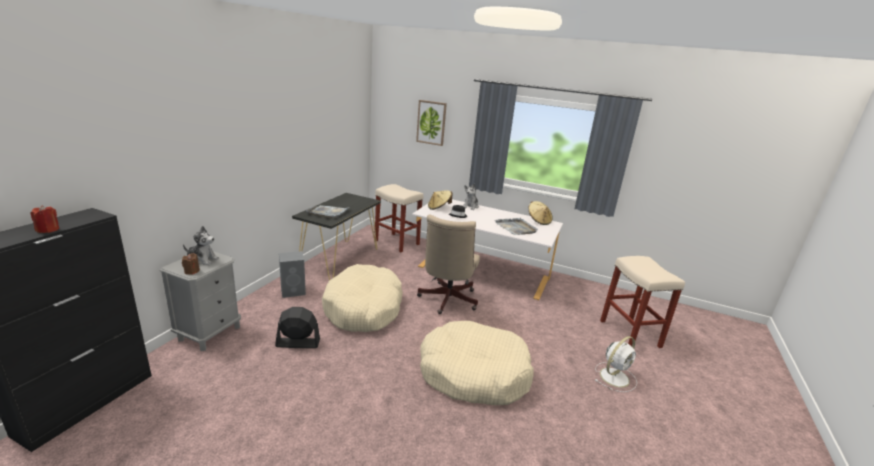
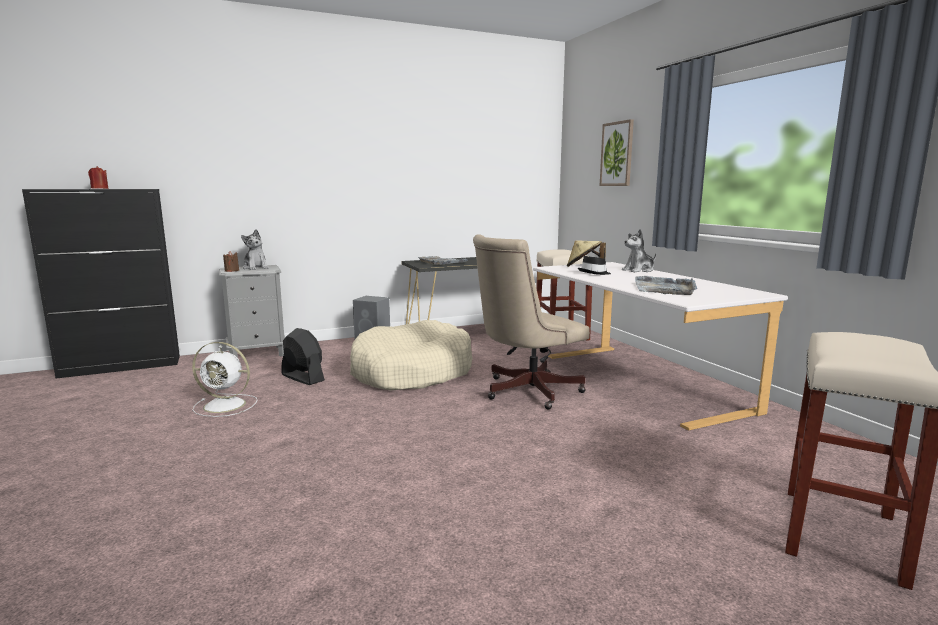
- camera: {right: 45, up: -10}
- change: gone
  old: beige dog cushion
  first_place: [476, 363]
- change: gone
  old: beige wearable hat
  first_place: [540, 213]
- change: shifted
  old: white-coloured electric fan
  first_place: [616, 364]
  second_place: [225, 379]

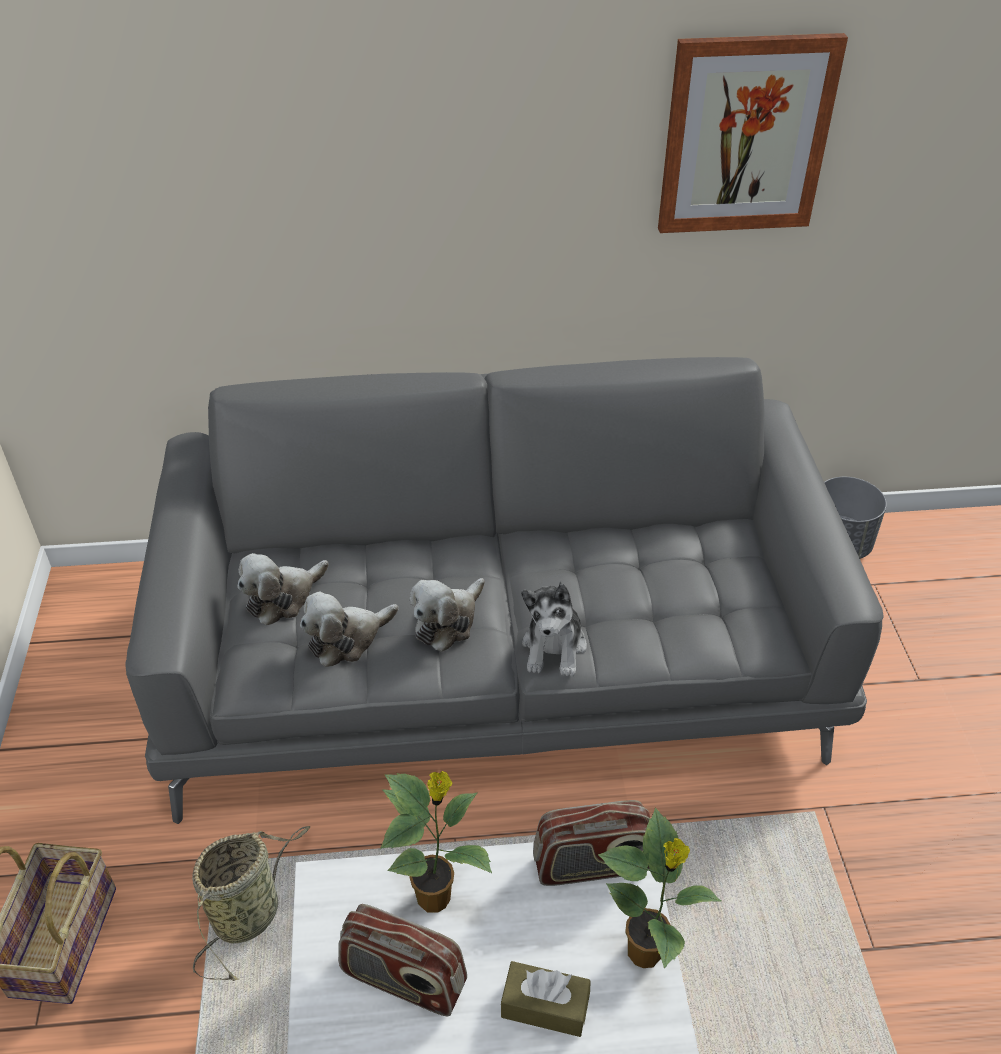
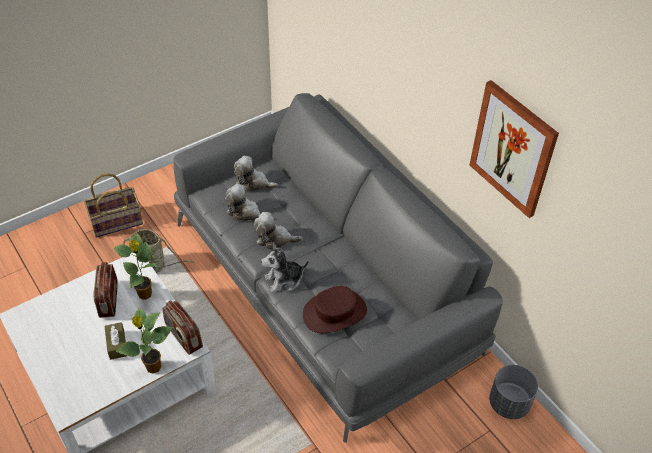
- camera: {right: 60, up: 5}
- change: new
  new: brownish wearable hat
  second_place: [335, 309]

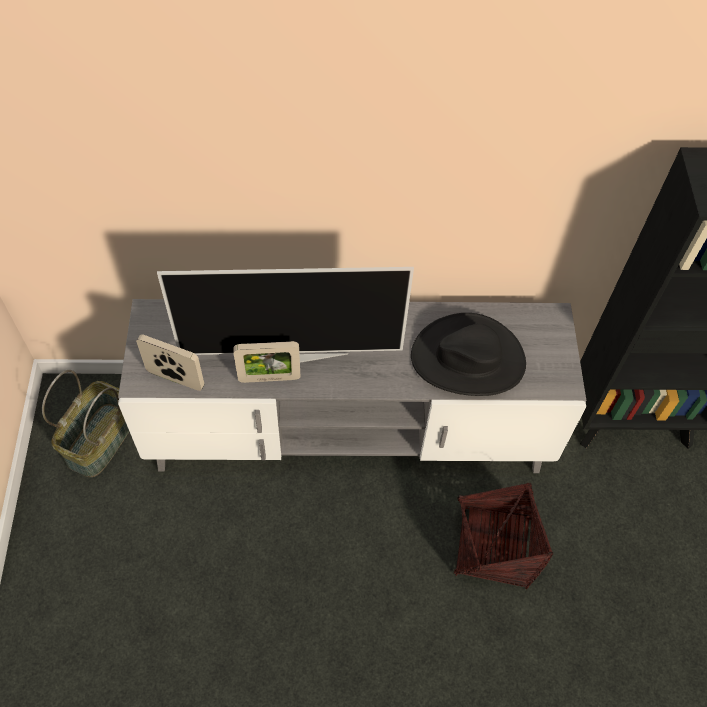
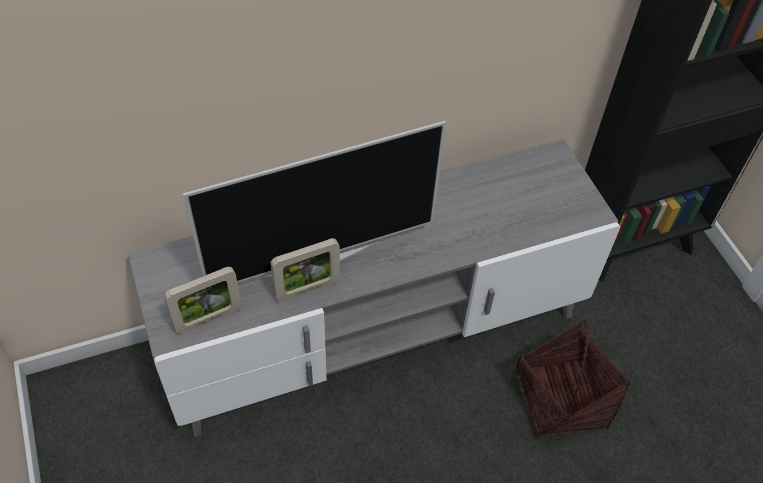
- camera: {right: -20, up: -5}
- change: gone
  old: basket
  first_place: [85, 423]
- change: rotated
  old: standing frame
  first_place: [170, 362]
  second_place: [203, 300]
  degrees: 150
- change: gone
  old: black-coloured wearable hat
  first_place: [468, 354]

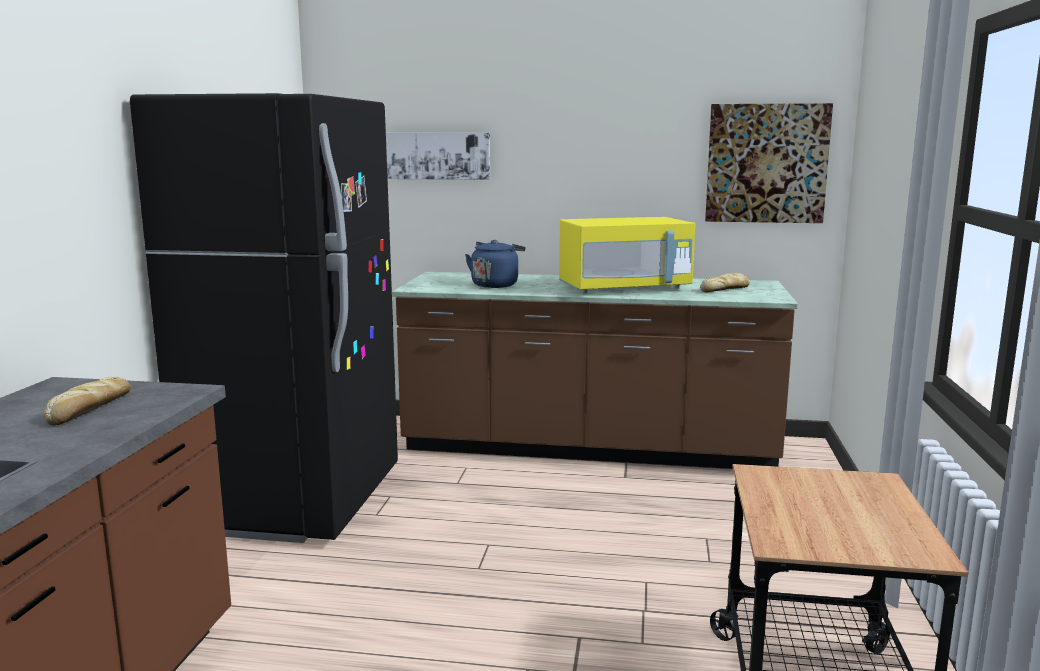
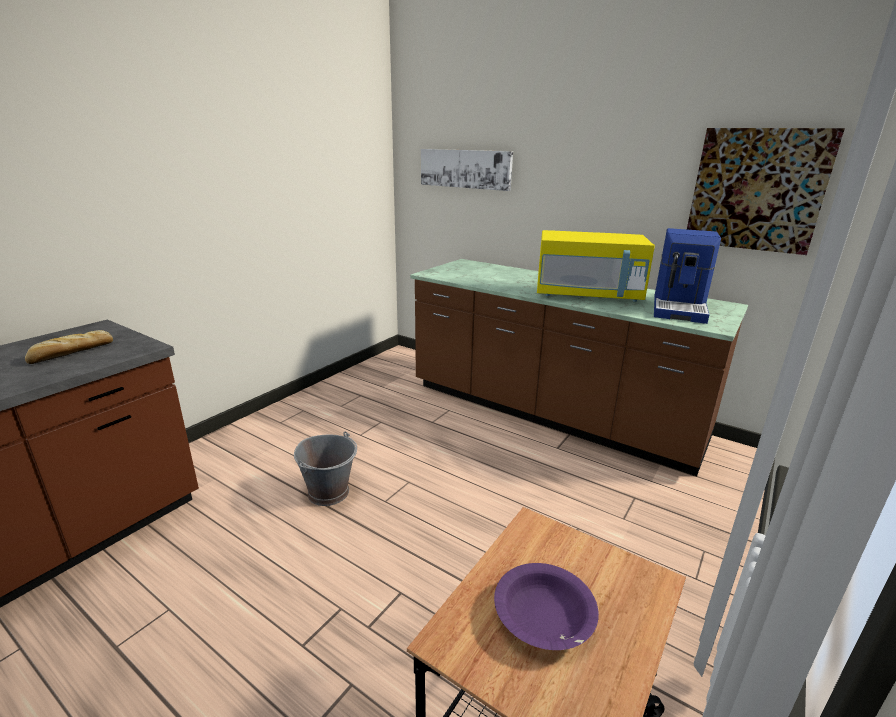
- camera: {right: 25, up: 10}
- change: gone
  old: black-coloured kitchen fridge
  first_place: [264, 318]
- change: gone
  old: bluish kettle
  first_place: [495, 264]
- change: swapped
  old: baked bread
  new: coffee maker
  first_place: [725, 282]
  second_place: [687, 276]
- change: new
  new: greyish pail
  second_place: [325, 468]
- change: new
  new: purple-coloured serving bowl
  second_place: [546, 606]

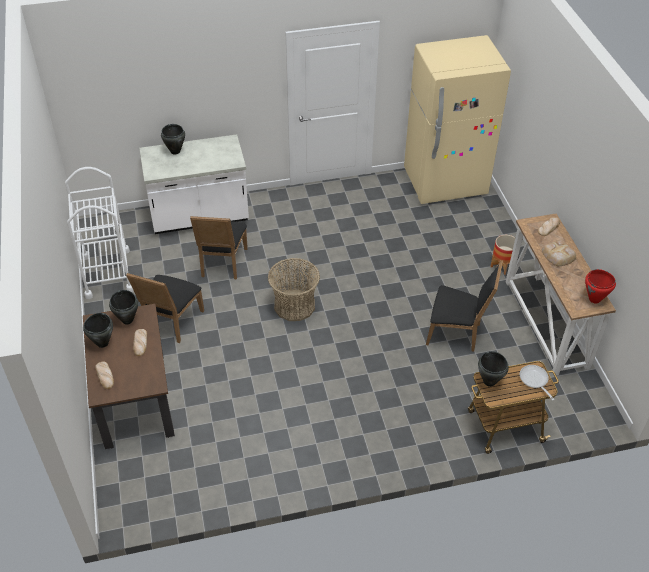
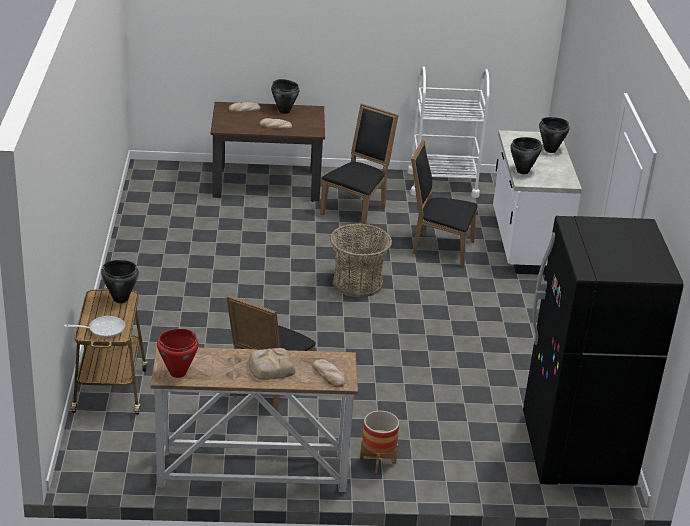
- camera: {right: 100, up: -15}
- change: shifted
  old: black-coloured stockpot
  first_place: [123, 307]
  second_place: [526, 155]
- change: rotated
  old: black-coloured chair
  first_place: [165, 308]
  second_place: [359, 166]
  degrees: 90
- change: repainted
  old: beige kitchen fridge
  new: black-coloured kitchen fridge
  first_place: [457, 119]
  second_place: [603, 352]

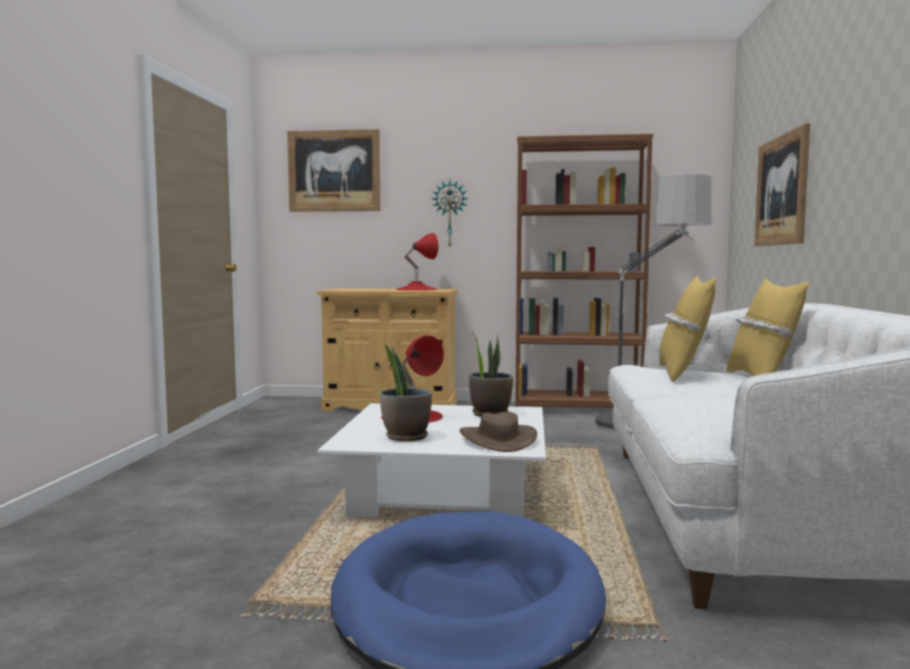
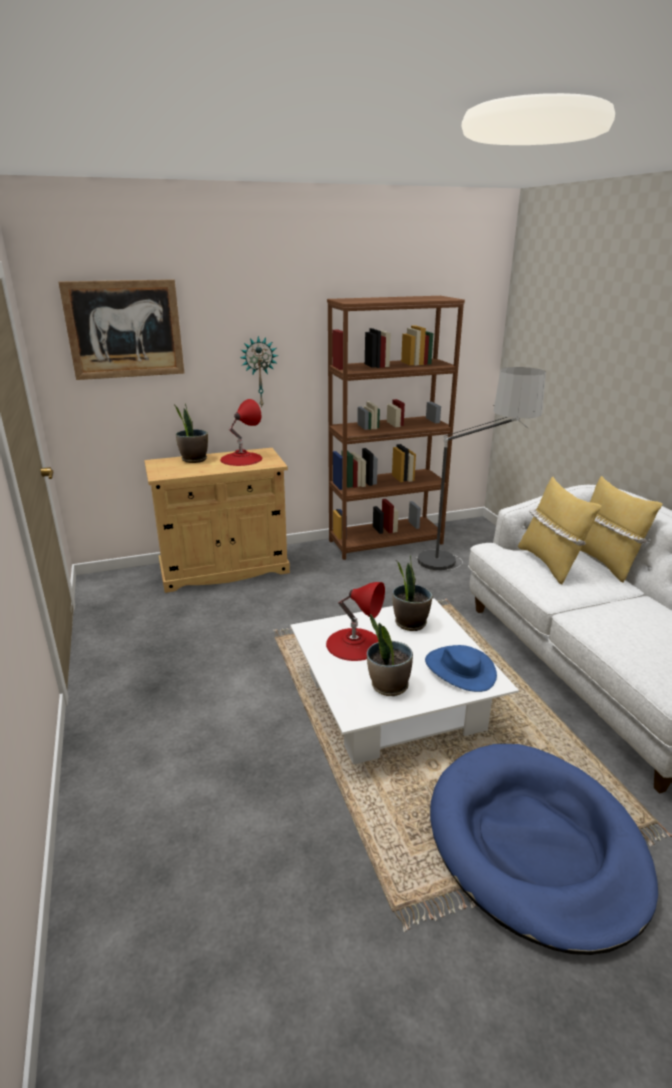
- camera: {right: -25, up: 20}
- change: repainted
  old: brownish wearable hat
  new: bluish wearable hat
  first_place: [498, 432]
  second_place: [461, 668]
- change: gone
  old: wall picture
  first_place: [782, 184]
- change: new
  new: houseplant
  second_place: [191, 433]

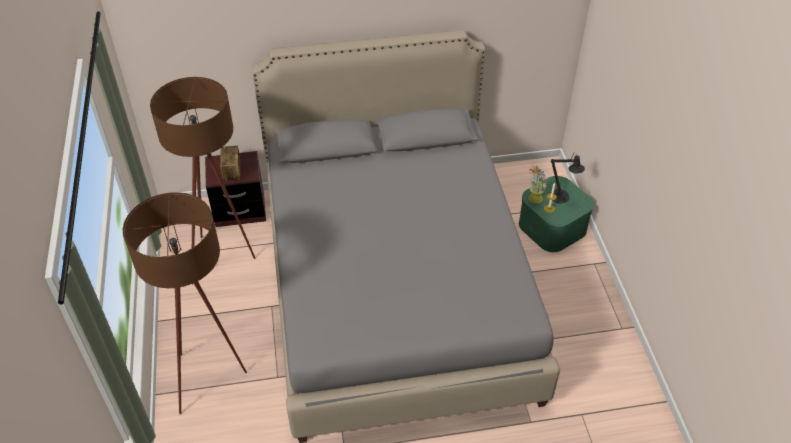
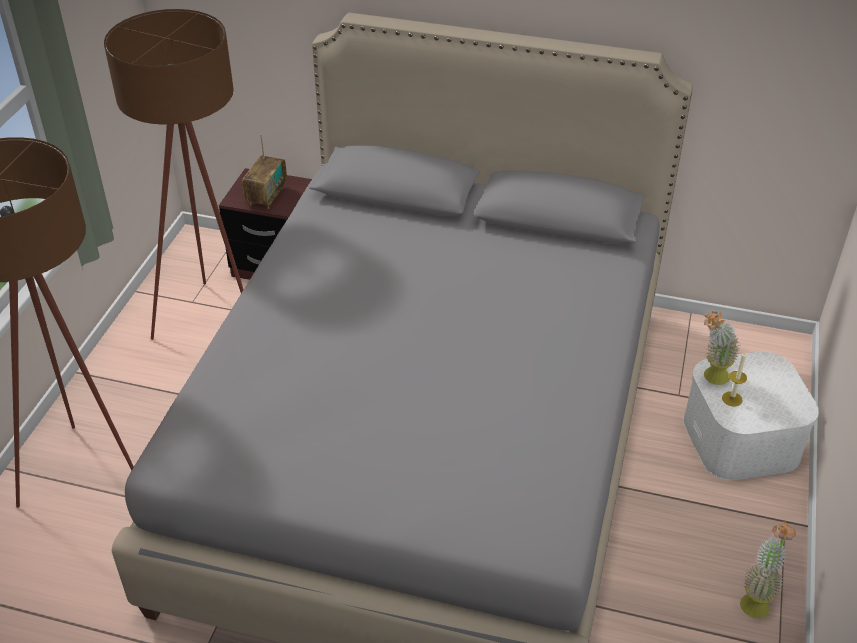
- camera: {right: 25, up: -5}
- change: repainted
  old: green-coloured storage bin
  new: white-coloured storage bin
  first_place: [556, 214]
  second_place: [751, 415]
- change: gone
  old: black-coloured table lamp
  first_place: [567, 178]
- change: new
  new: houseplant
  second_place: [768, 569]

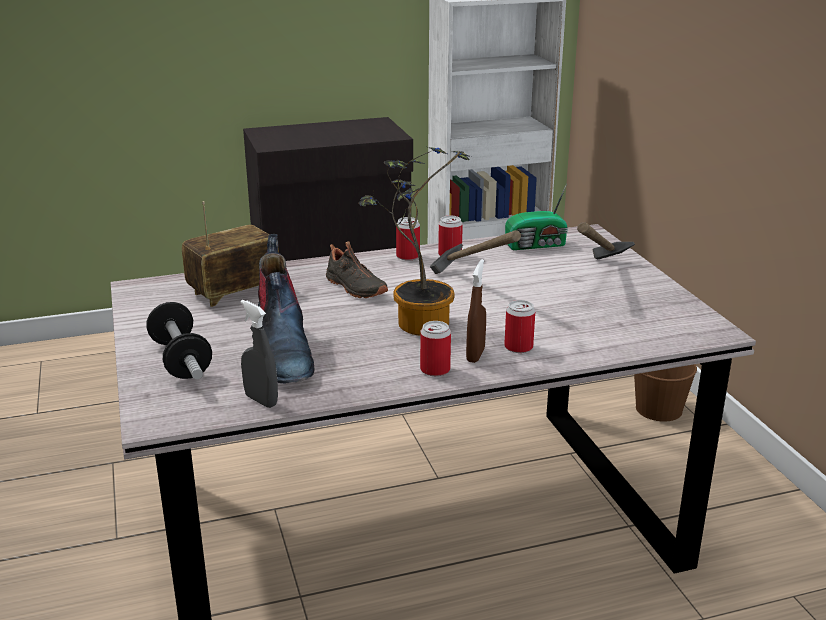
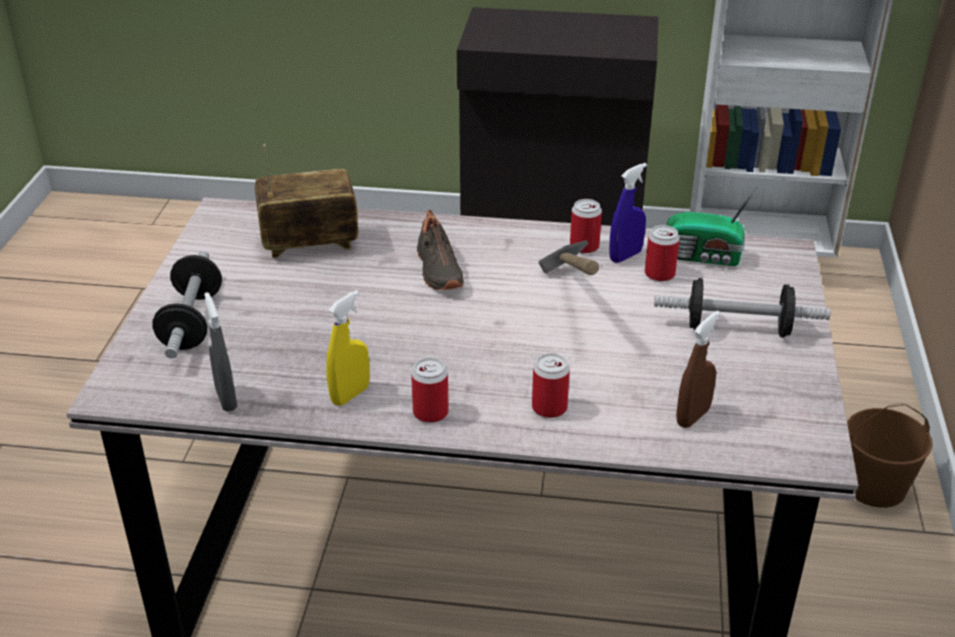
- camera: {right: 25, up: 10}
- change: gone
  old: high-top boot
  first_place: [286, 309]
- change: gone
  old: houseplant
  first_place: [414, 241]
- change: shifted
  old: metal can
  first_place: [408, 239]
  second_place: [662, 253]
- change: shifted
  old: brownish spray bottle
  first_place: [476, 311]
  second_place: [698, 369]
- change: swapped
  old: tool hammer
  new: hand weight
  first_place: [606, 240]
  second_place: [742, 308]
- change: new
  new: yellowish spray bottle
  second_place: [348, 348]
- change: new
  new: bluish spray bottle
  second_place: [628, 213]

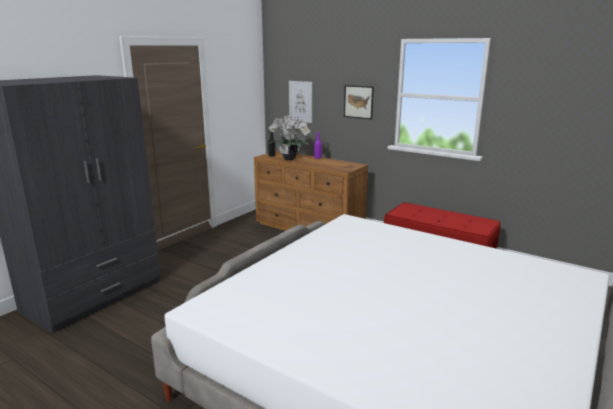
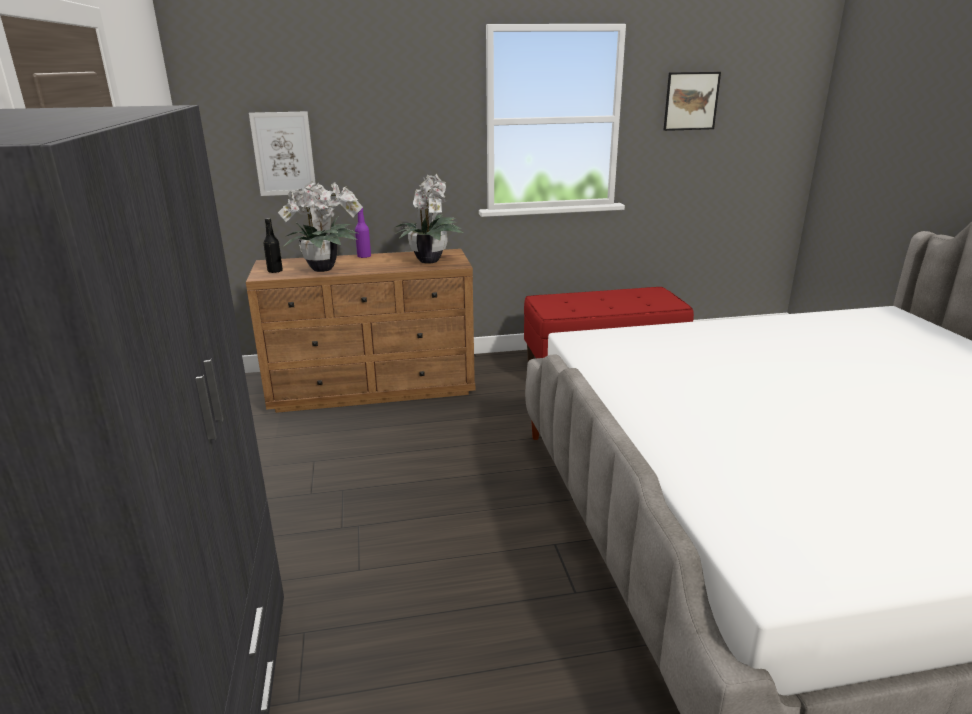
- camera: {right: -45, up: 5}
- change: shifted
  old: wall picture
  first_place: [359, 102]
  second_place: [692, 101]
- change: new
  new: houseplant
  second_place: [429, 219]

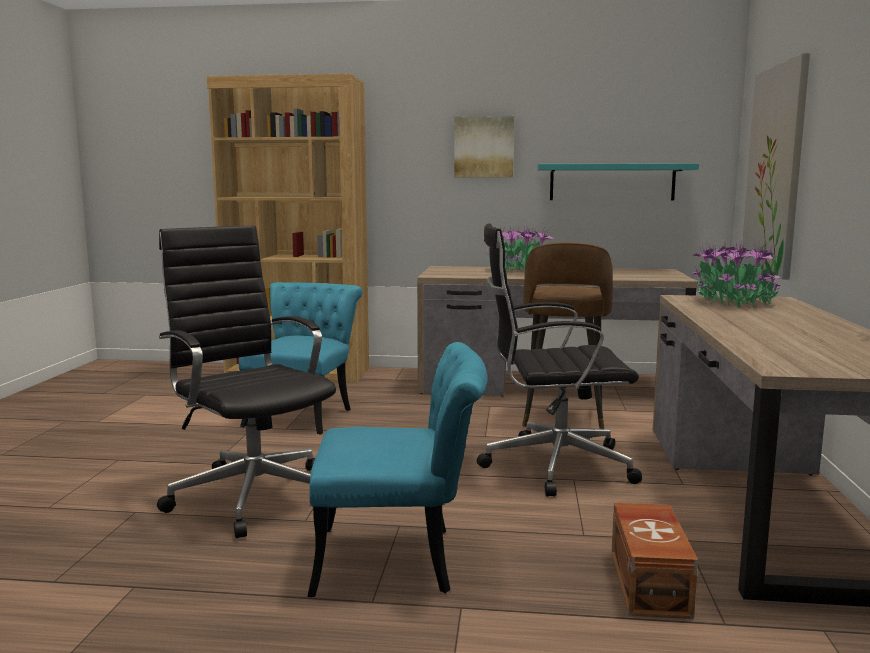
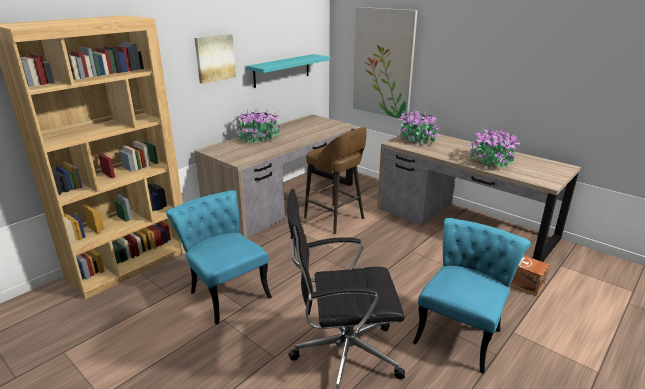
- camera: {right: -55, up: 15}
- change: gone
  old: black-coloured desk chair
  first_place: [559, 360]
- change: new
  new: houseplant
  second_place: [494, 147]

